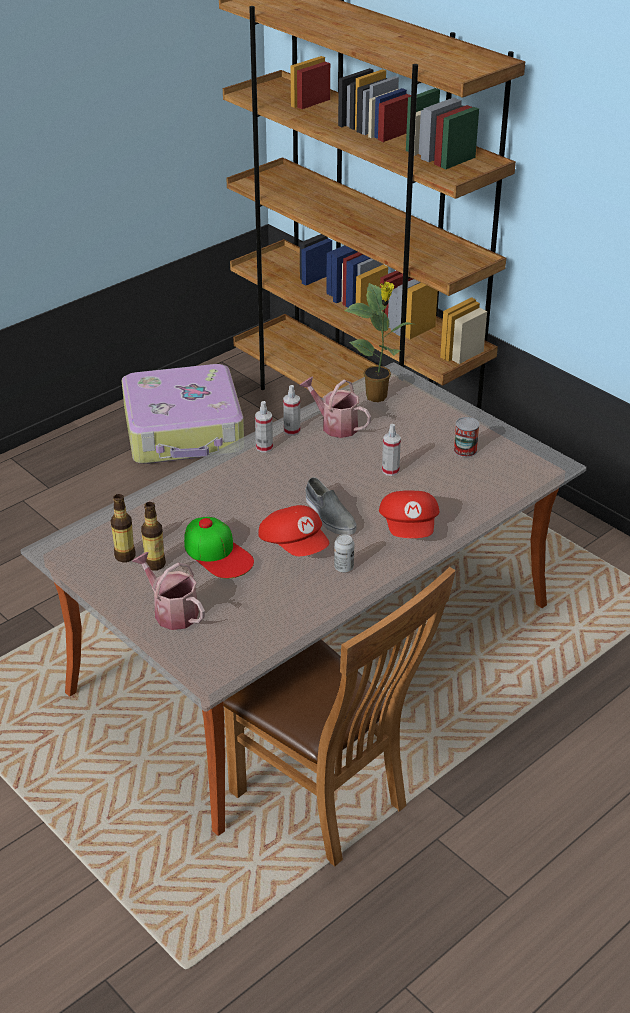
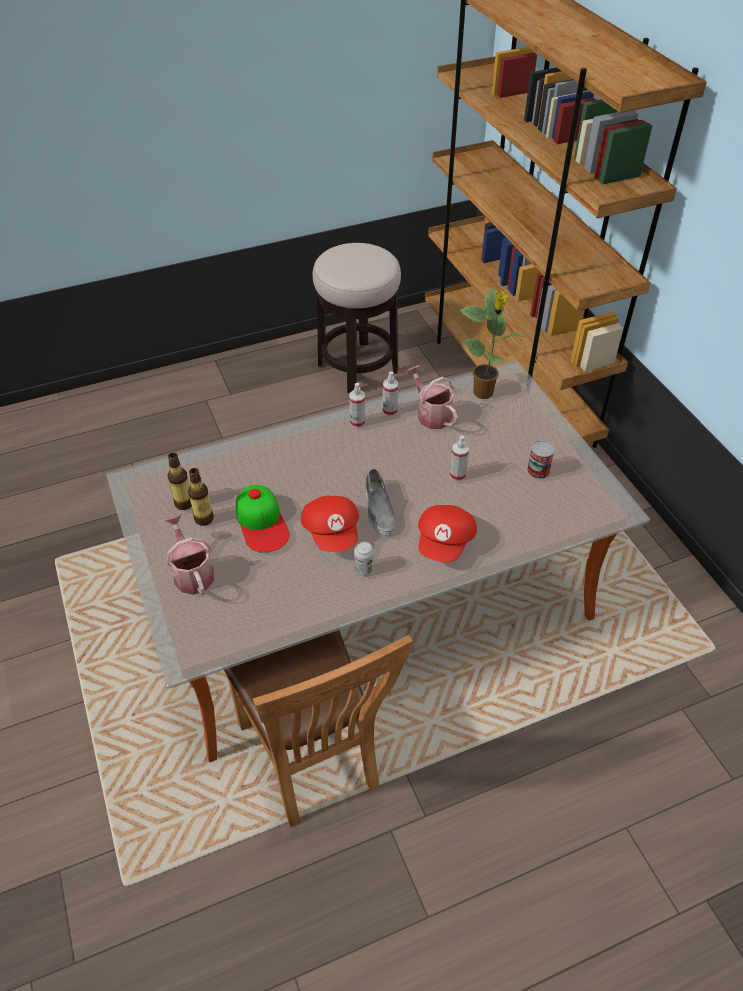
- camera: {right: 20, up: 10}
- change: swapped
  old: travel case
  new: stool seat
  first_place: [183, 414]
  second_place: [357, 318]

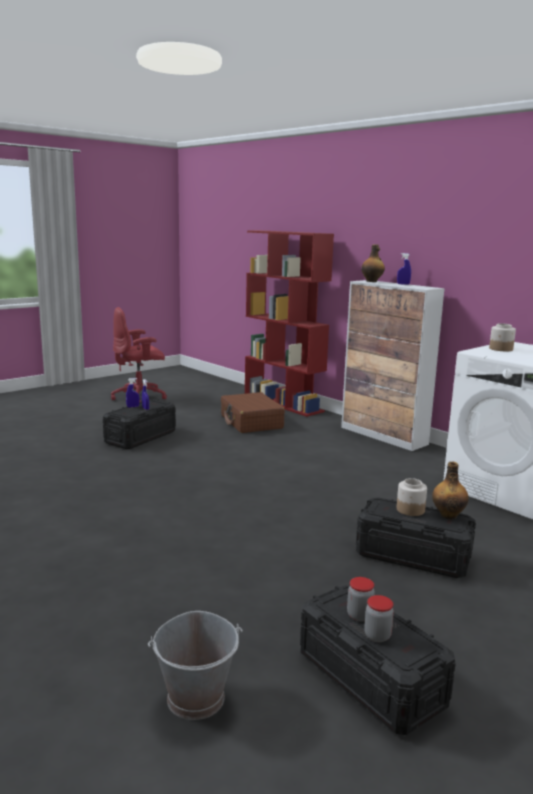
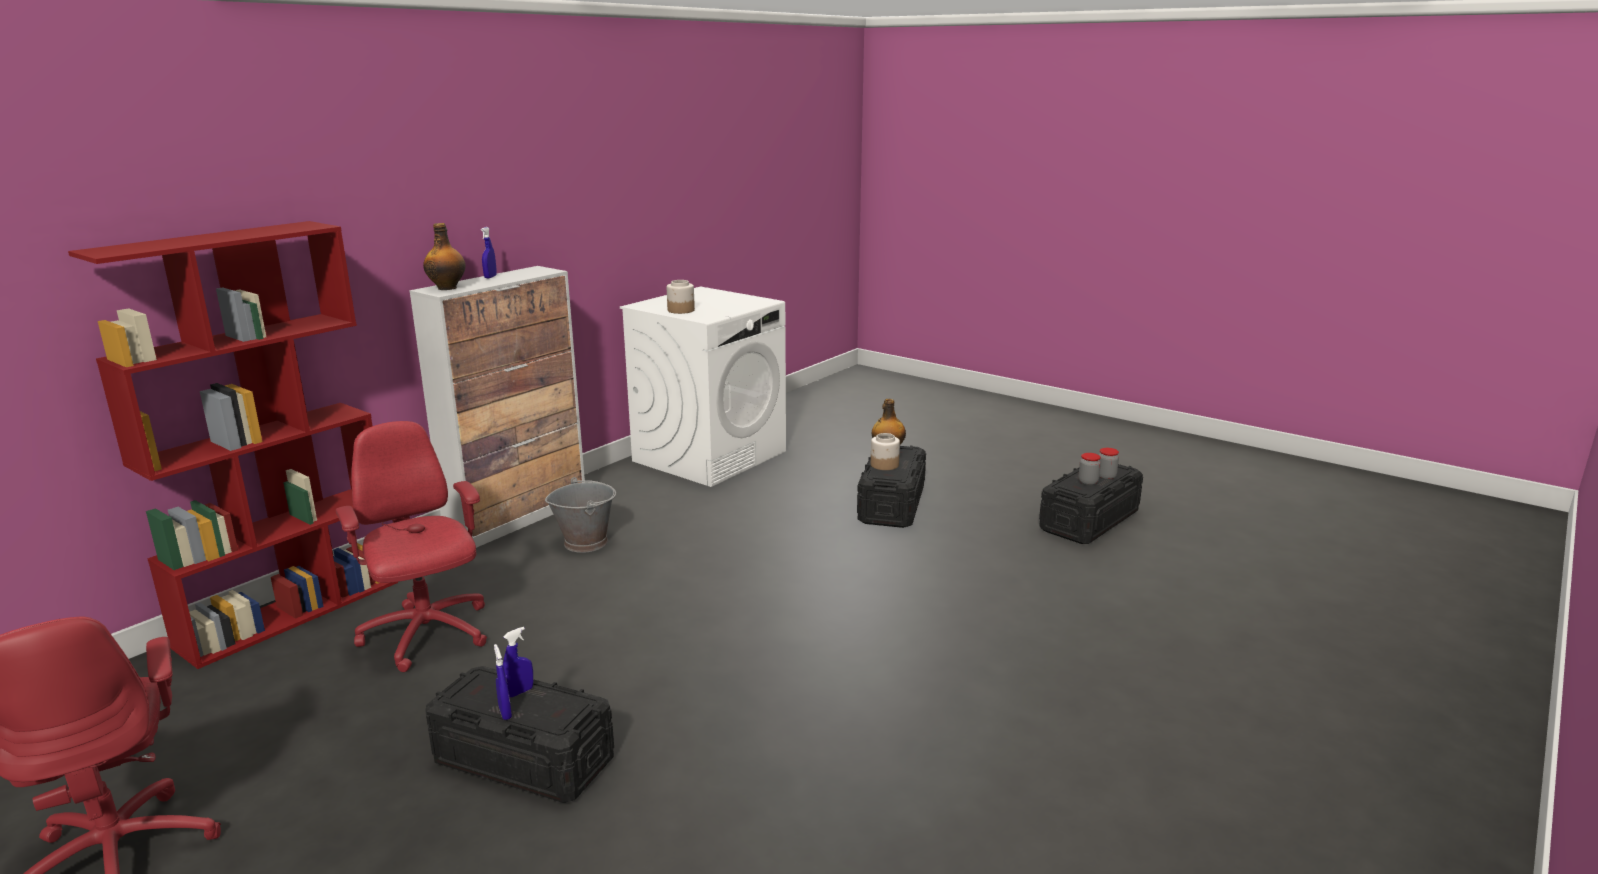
- camera: {right: -100, up: 5}
- change: shifted
  old: greyish pail
  first_place: [195, 665]
  second_place: [580, 515]
- change: swapped
  old: brownish travel case
  new: red desk chair
  first_place: [253, 412]
  second_place: [411, 546]

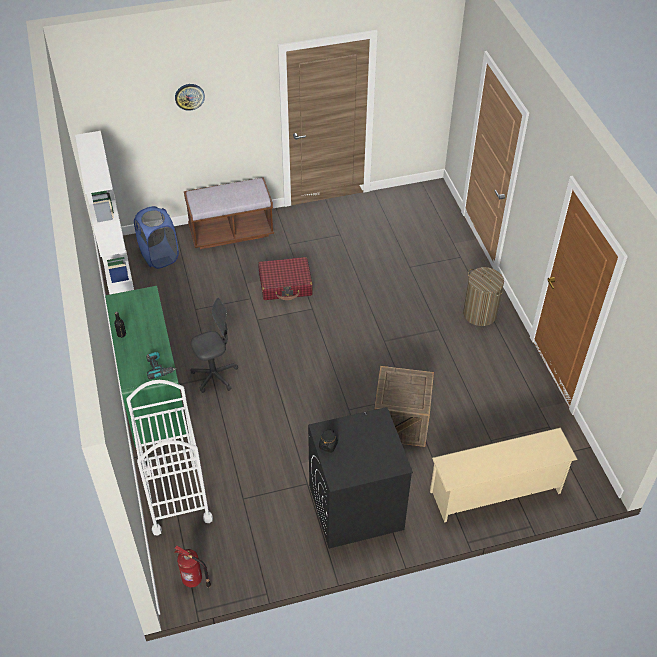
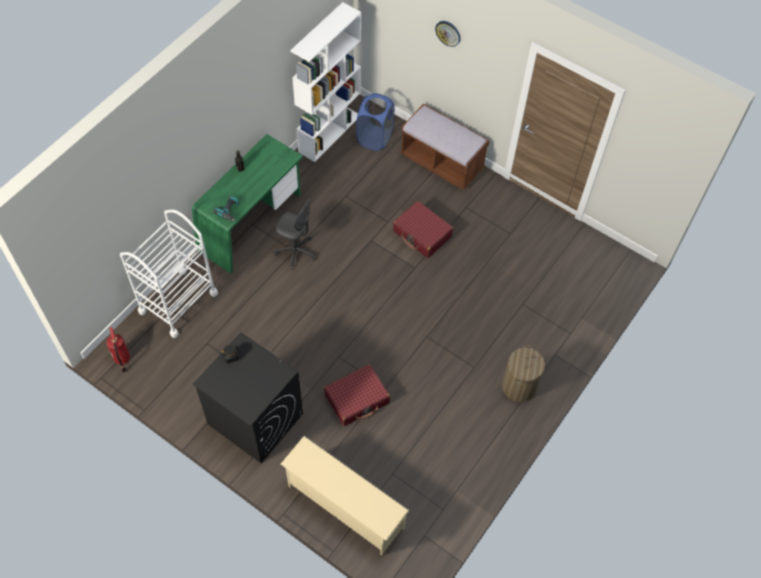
- camera: {right: 50, up: 10}
- change: swapped
  old: crate
  new: red travel case
  first_place: [404, 406]
  second_place: [357, 395]

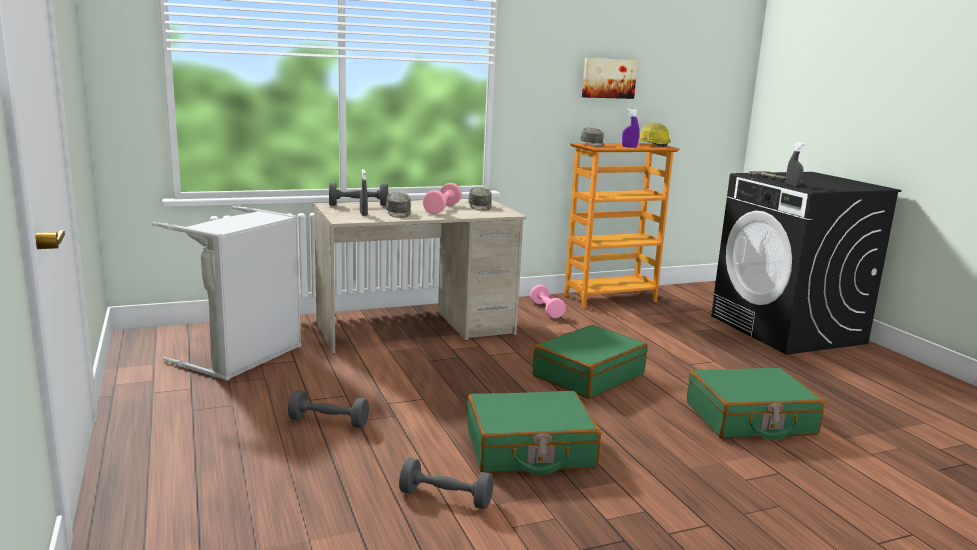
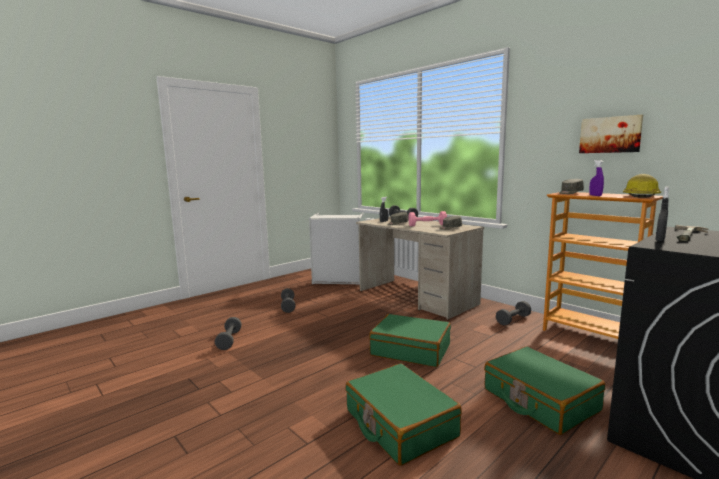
- camera: {right: 70, up: -5}
- change: shifted
  old: green-coloured travel case
  first_place: [534, 433]
  second_place: [544, 390]
- change: repainted
  old: pink-coloured hand weight
  new: greyish hand weight
  first_place: [548, 301]
  second_place: [513, 313]

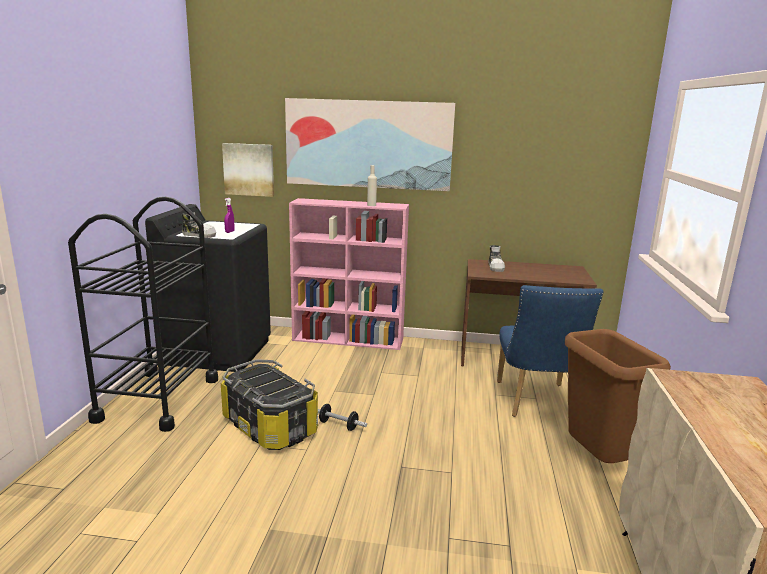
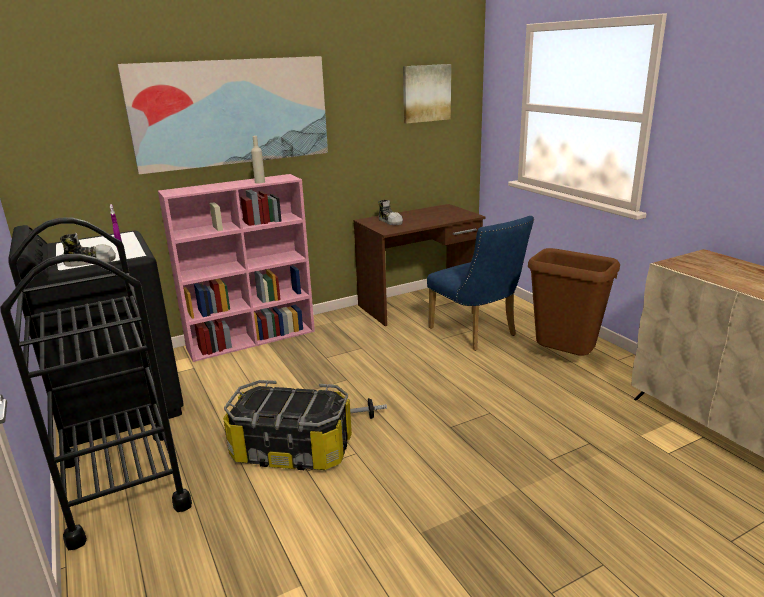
- camera: {right: -35, up: 5}
- change: shifted
  old: wall picture
  first_place: [248, 170]
  second_place: [427, 94]

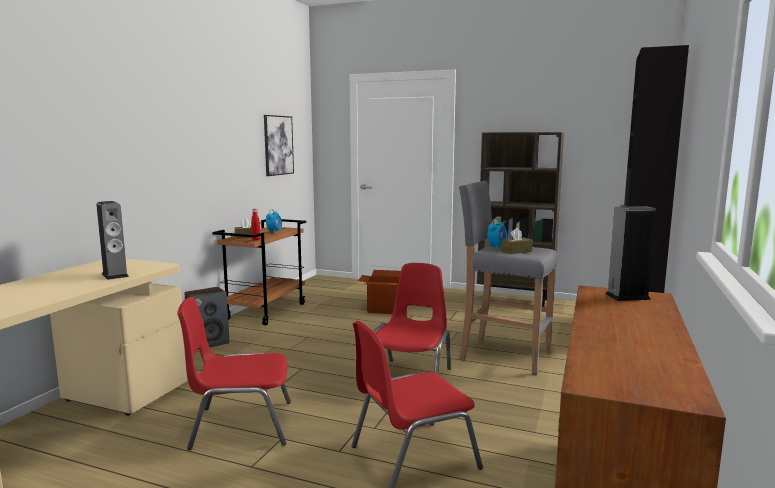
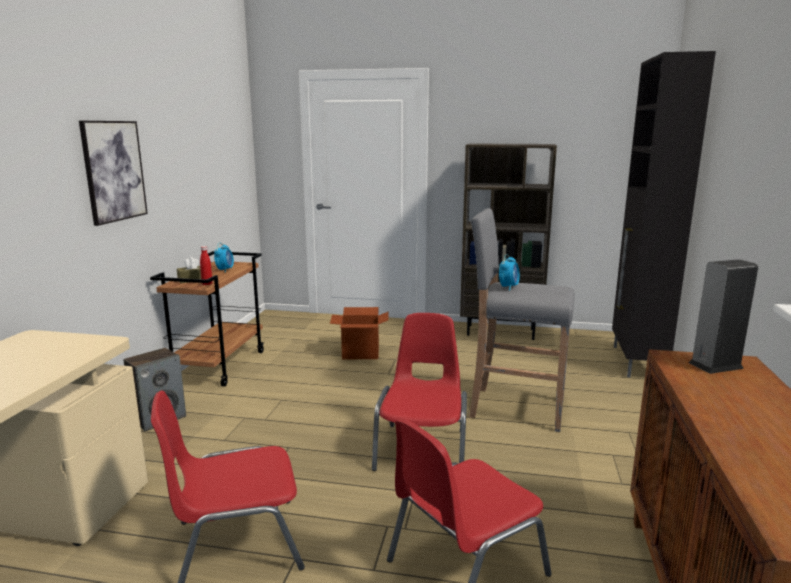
- camera: {right: -10, up: 5}
- change: gone
  old: audio speaker
  first_place: [112, 240]
- change: shifted
  old: wall picture
  first_place: [279, 145]
  second_place: [113, 173]
- change: gone
  old: brownish tissue holder
  first_place: [517, 241]

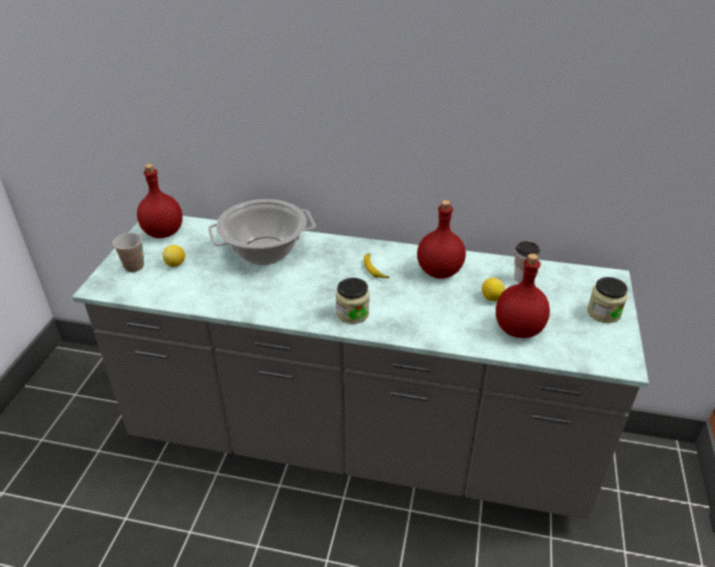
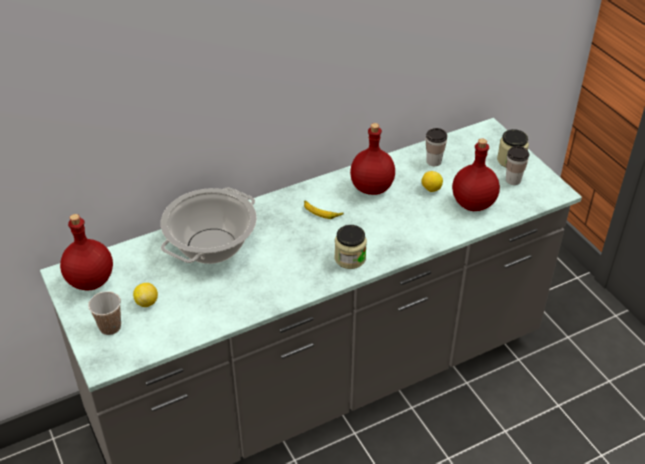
- camera: {right: -40, up: 5}
- change: new
  new: small cup
  second_place: [517, 165]

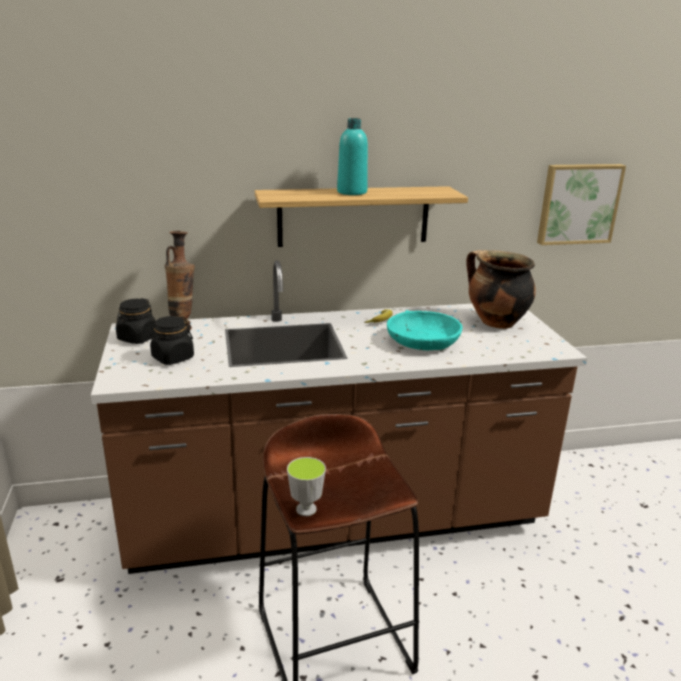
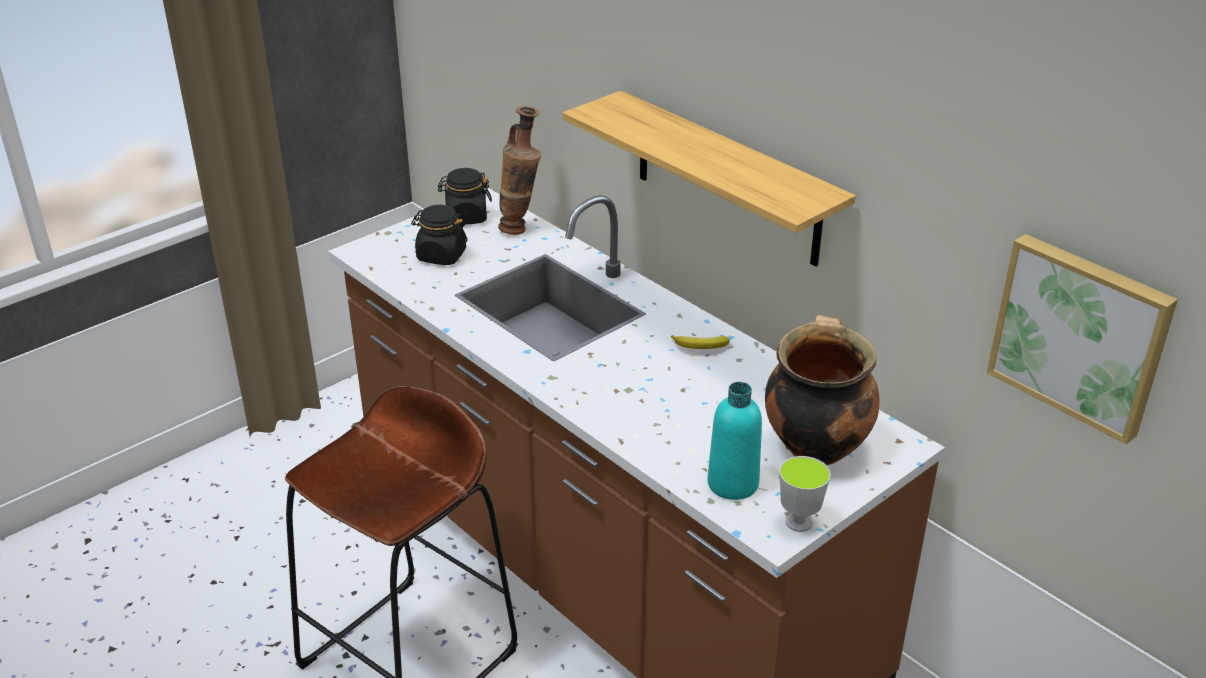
- camera: {right: 60, up: 10}
- change: shifted
  old: small cup
  first_place: [306, 486]
  second_place: [805, 494]
- change: shifted
  old: turquoise-coloured drink bottle
  first_place: [352, 156]
  second_place: [734, 441]
- change: gone
  old: turquoise-coloured serving bowl
  first_place: [424, 330]

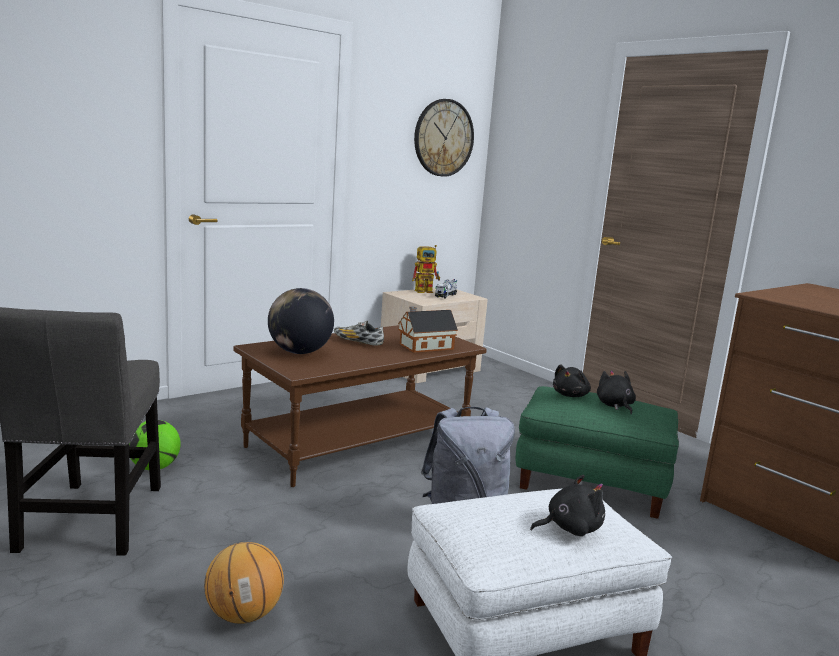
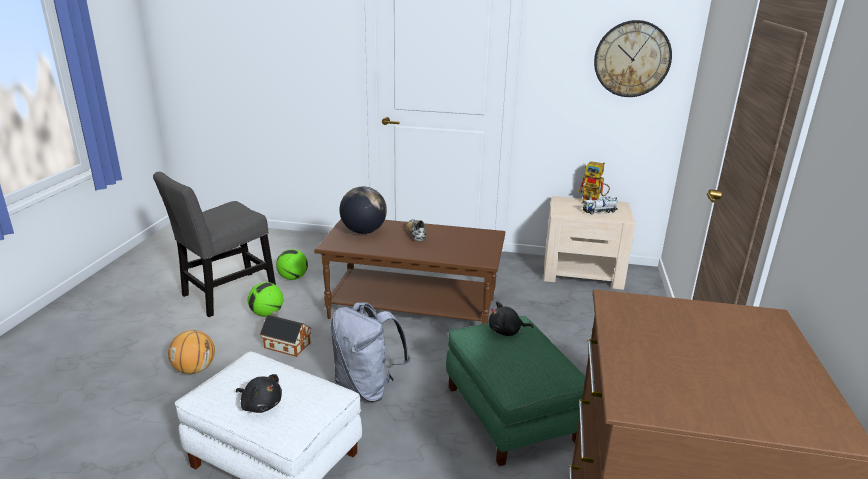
- camera: {right: 50, up: 10}
- change: shifted
  old: model house
  first_place: [428, 329]
  second_place: [285, 334]
- change: gone
  old: black-coloured plush toy
  first_place: [616, 392]
- change: new
  new: football ball
  second_place: [265, 299]

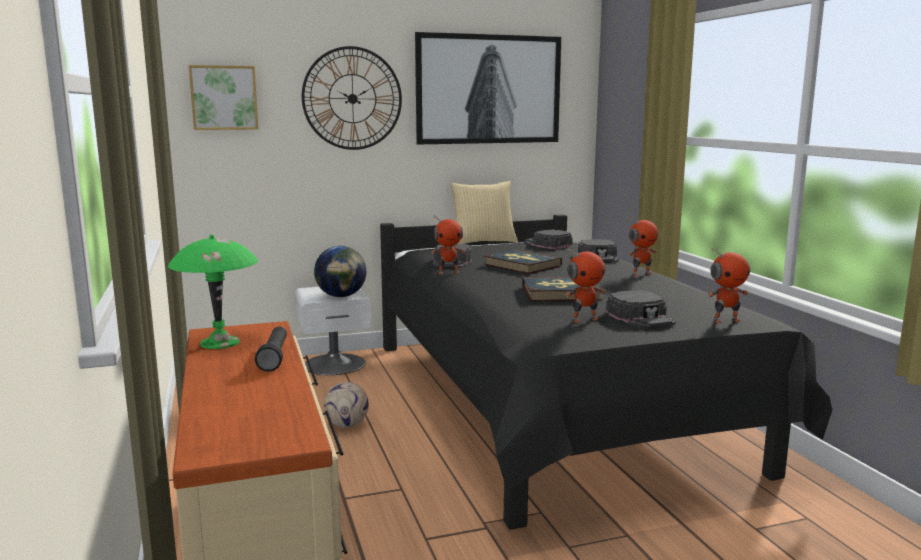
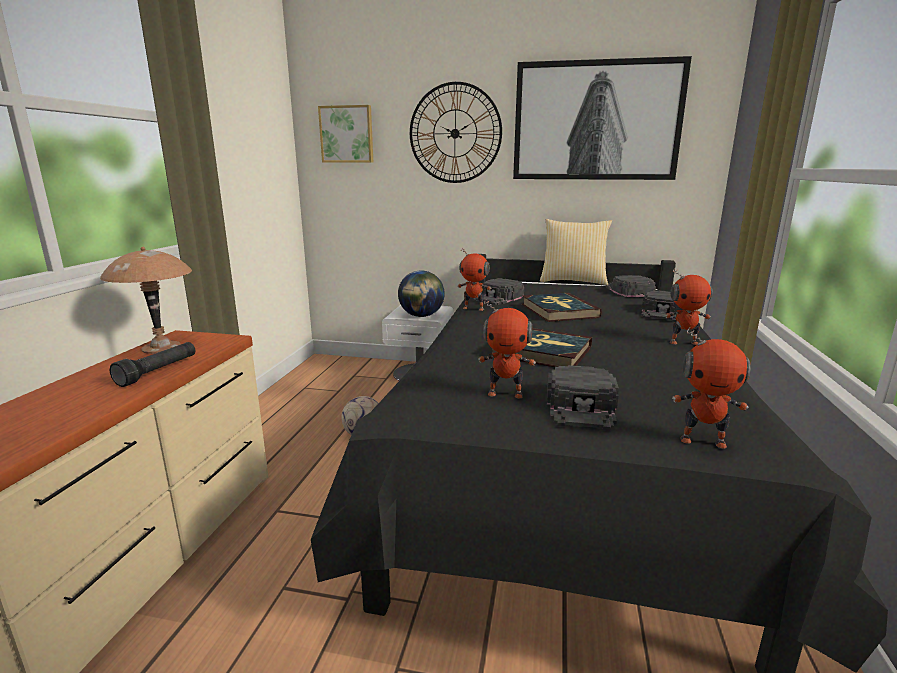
- camera: {right: 30, up: 5}
- change: repainted
  old: green-coloured table lamp
  new: brownish table lamp
  first_place: [213, 291]
  second_place: [146, 300]

